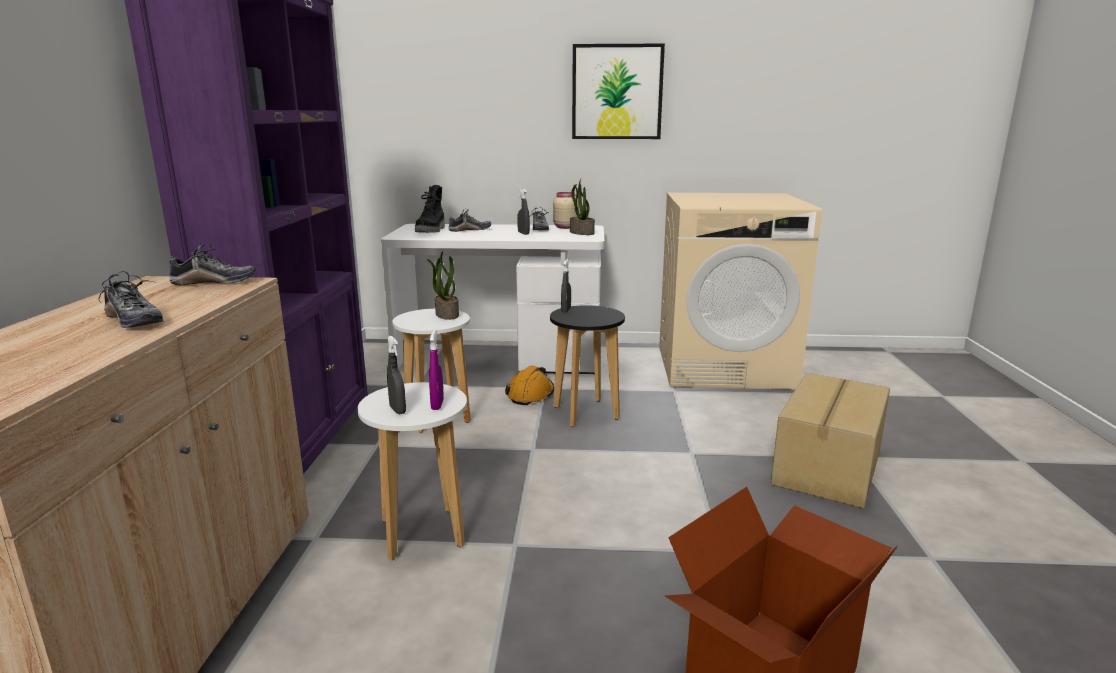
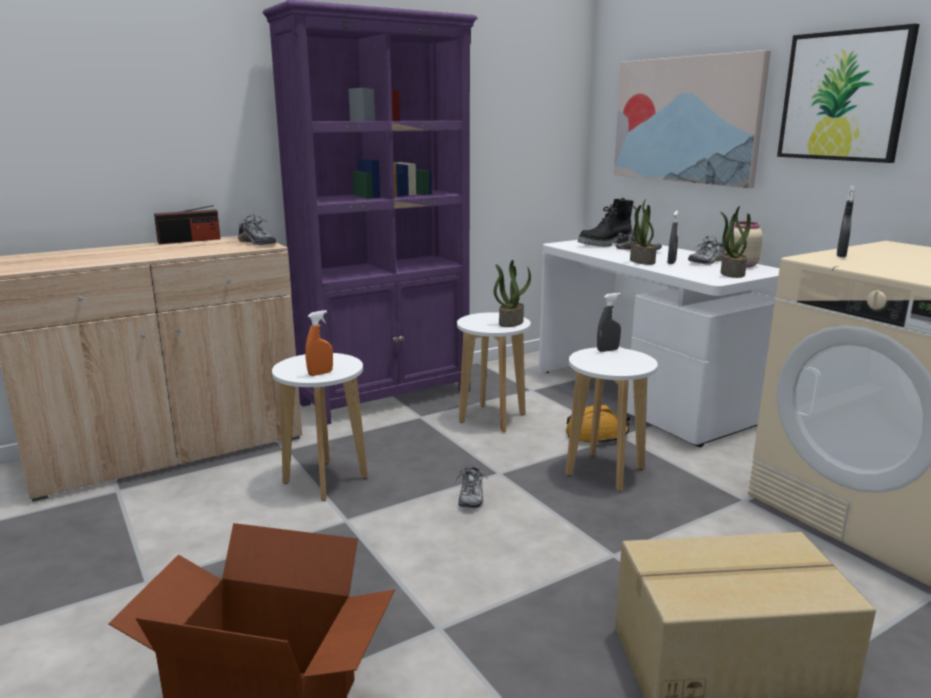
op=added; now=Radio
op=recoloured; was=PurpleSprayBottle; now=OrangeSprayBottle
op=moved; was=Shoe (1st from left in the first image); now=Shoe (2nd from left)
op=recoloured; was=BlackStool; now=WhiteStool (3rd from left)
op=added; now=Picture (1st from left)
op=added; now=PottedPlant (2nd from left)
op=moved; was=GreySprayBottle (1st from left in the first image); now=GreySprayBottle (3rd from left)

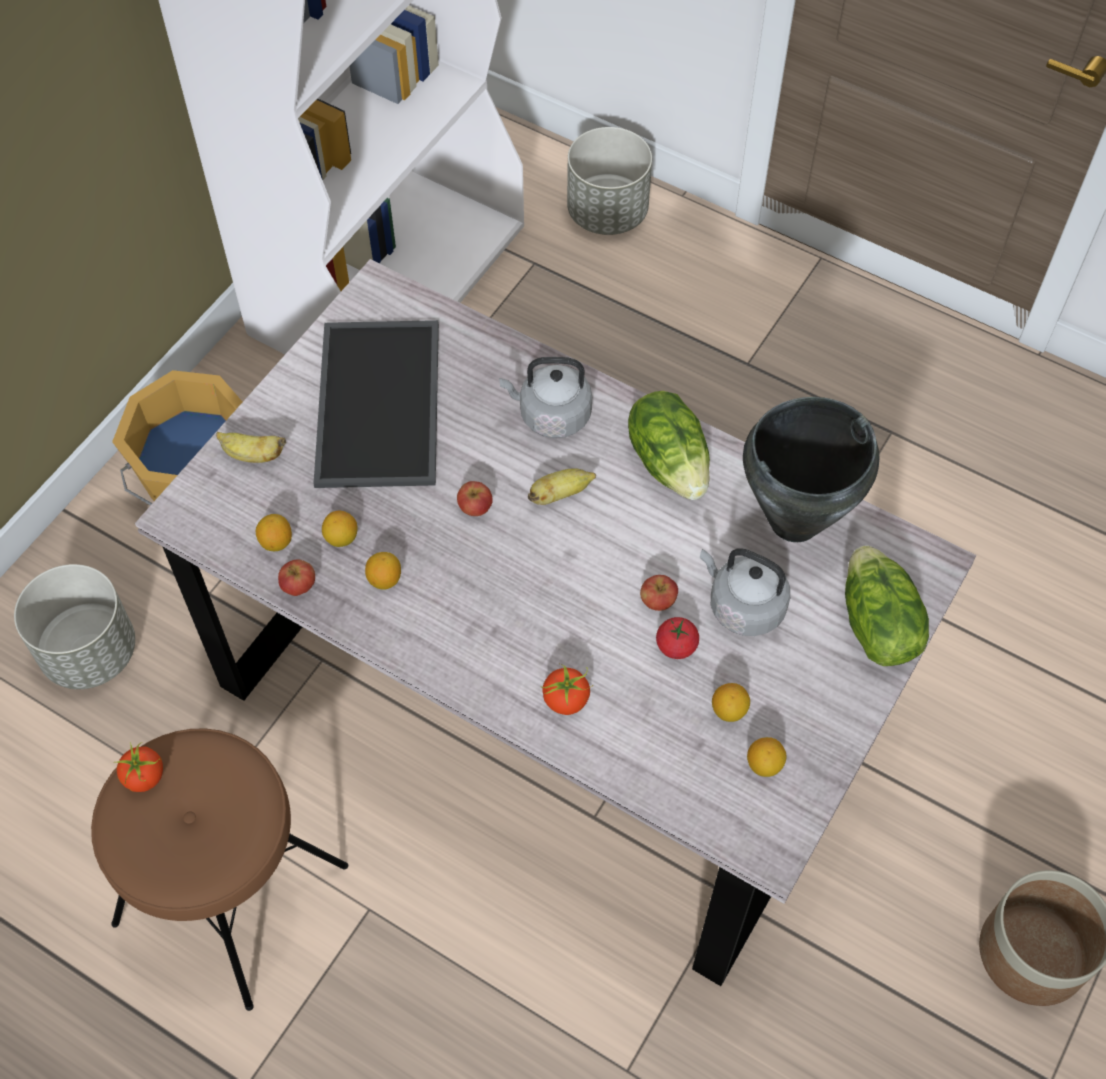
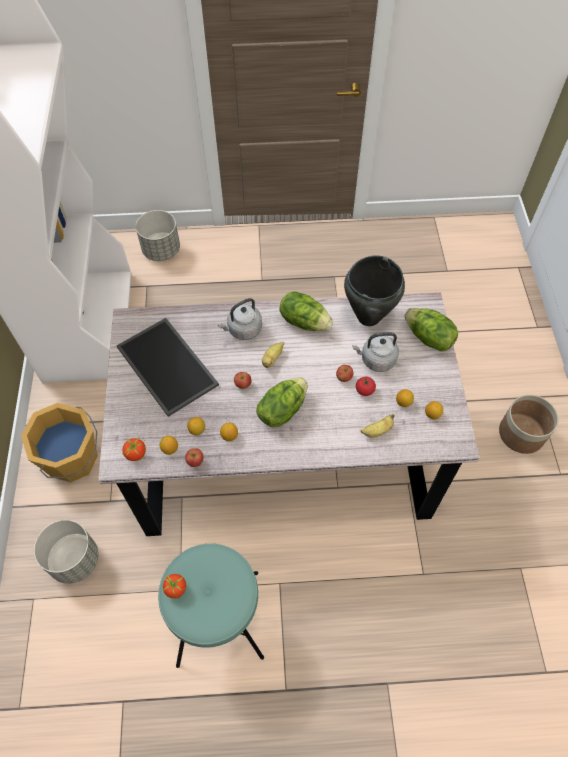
op=moved; was=Tomato (2nd from left in the first image); now=Tomato (1st from left)
op=recoloured; was=BrownStool; now=TurquoiseStool
op=added; now=Lettuce (1st from left)
op=moved; was=Banana (1st from left in the first image); now=Banana (2nd from left)

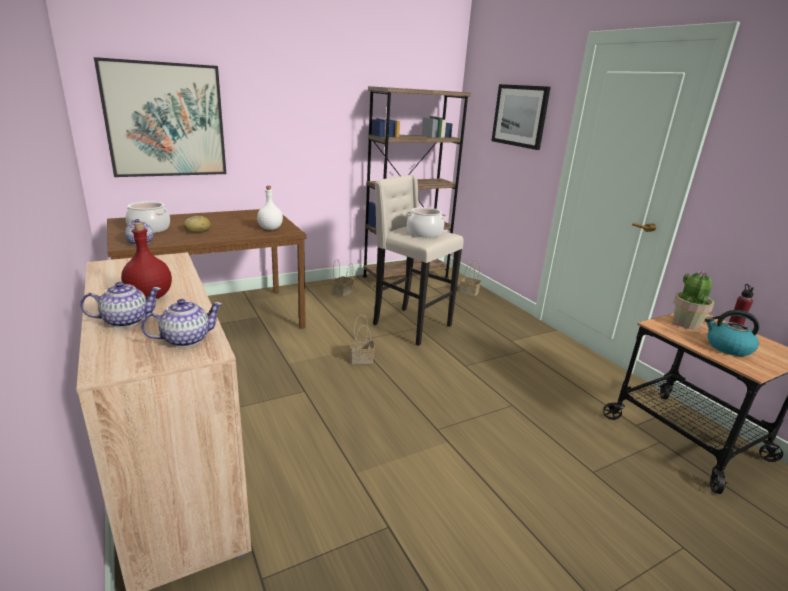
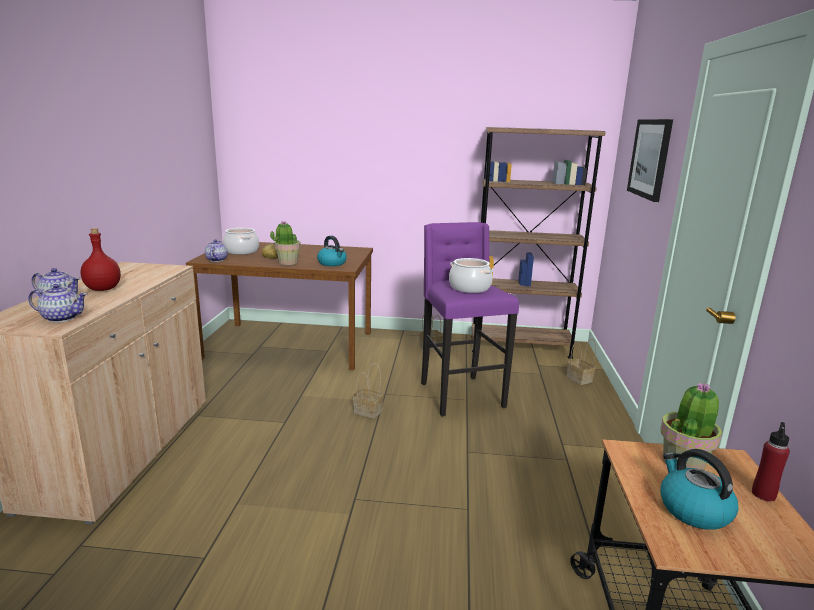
op=added; now=PottedPlant (1st from left)
op=replaced; was=WhiteBottle; now=Kettle (1st from left)
op=recoloured; was=BeigeStool; now=PurpleStool
op=removed; was=Picture (1st from left)

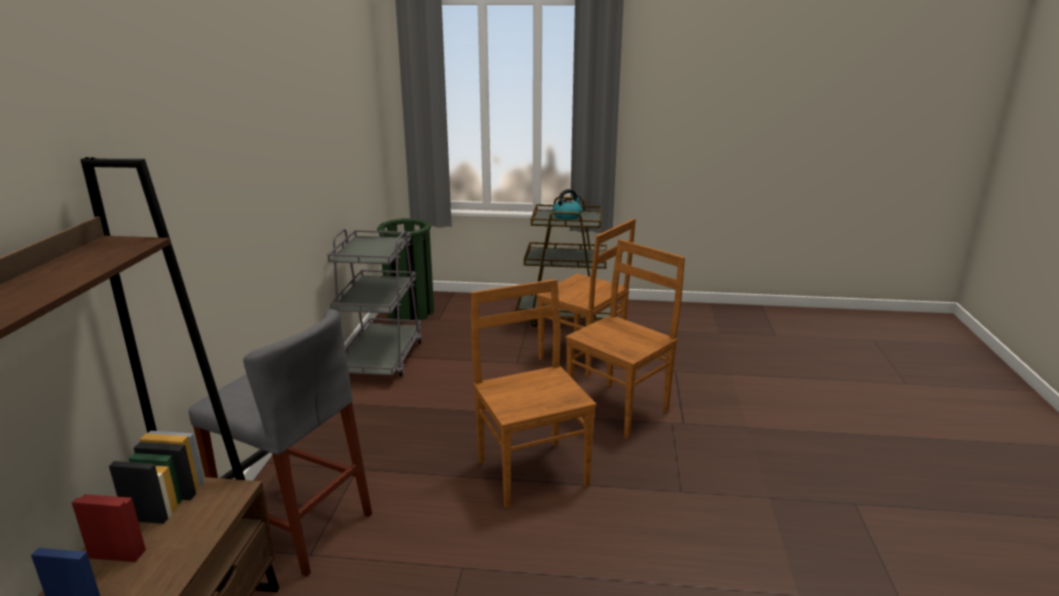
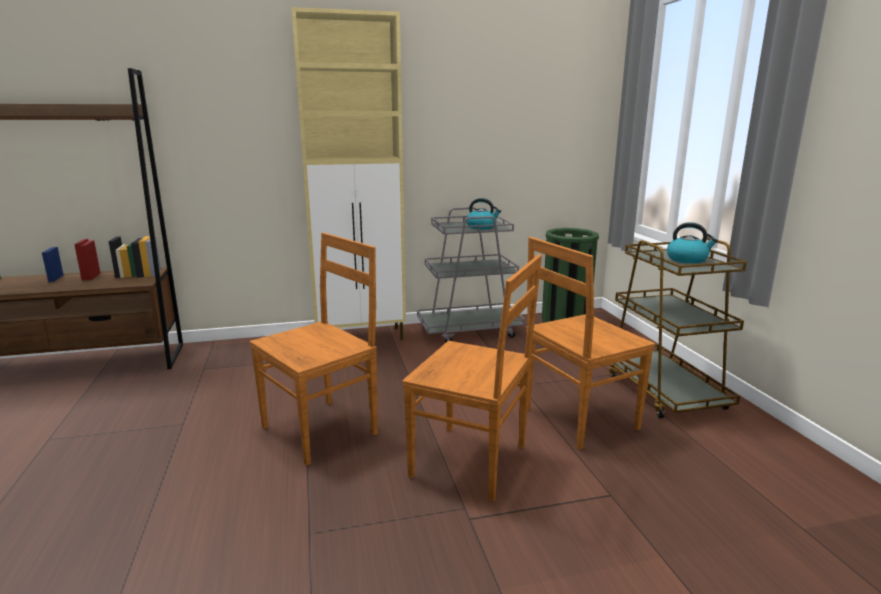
op=added; now=BeigeCabinet
op=added; now=Kettle (1st from left)
op=turned; was=BrownChair (2nd from left in the first image); clockwise=45
op=removed; was=GreyStool

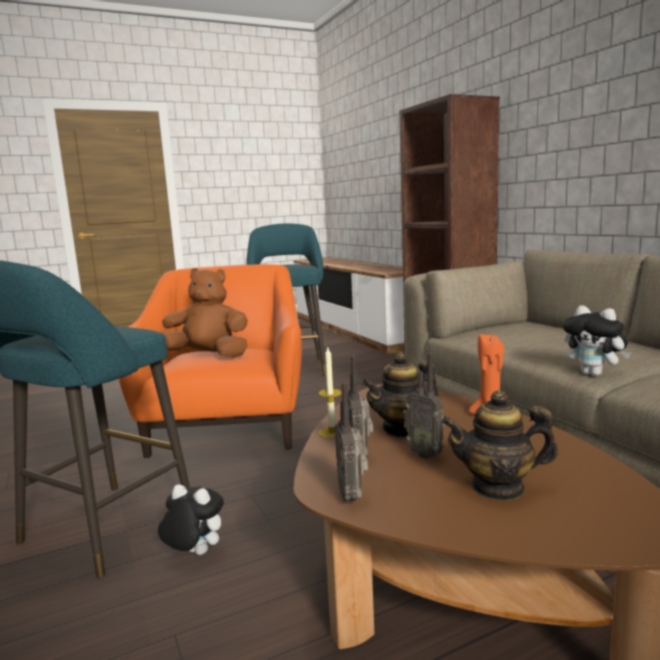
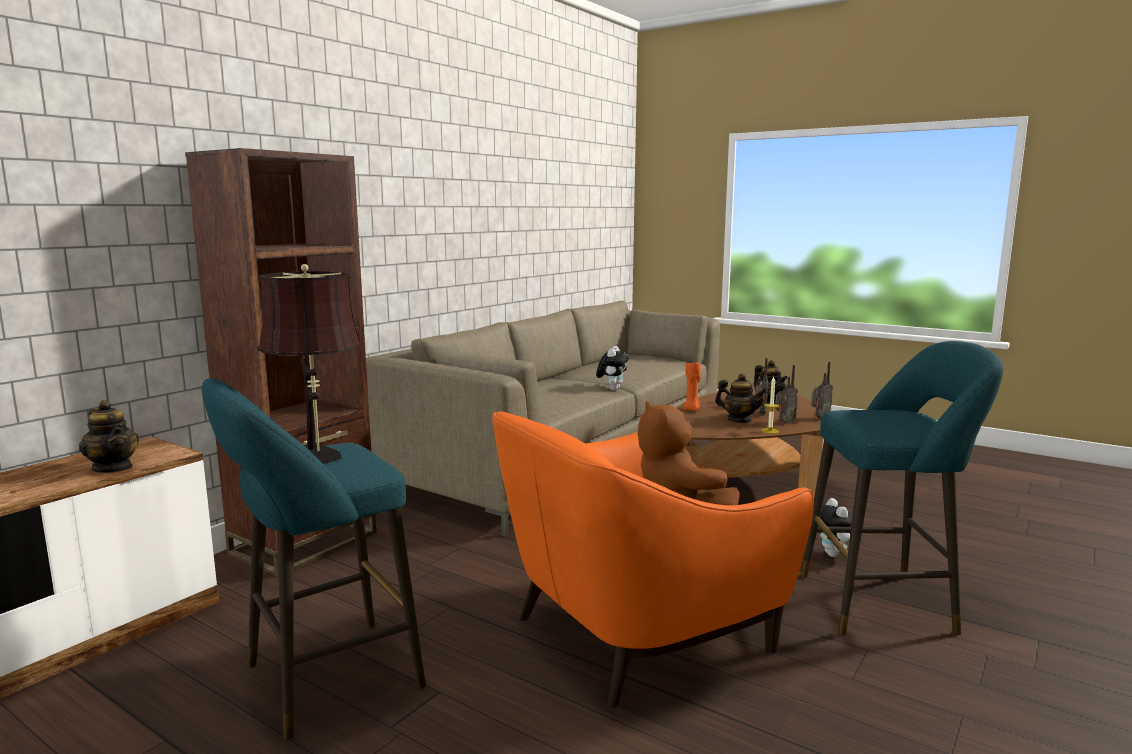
op=added; now=Teapot (1st from left)
op=added; now=BrownTableLamp

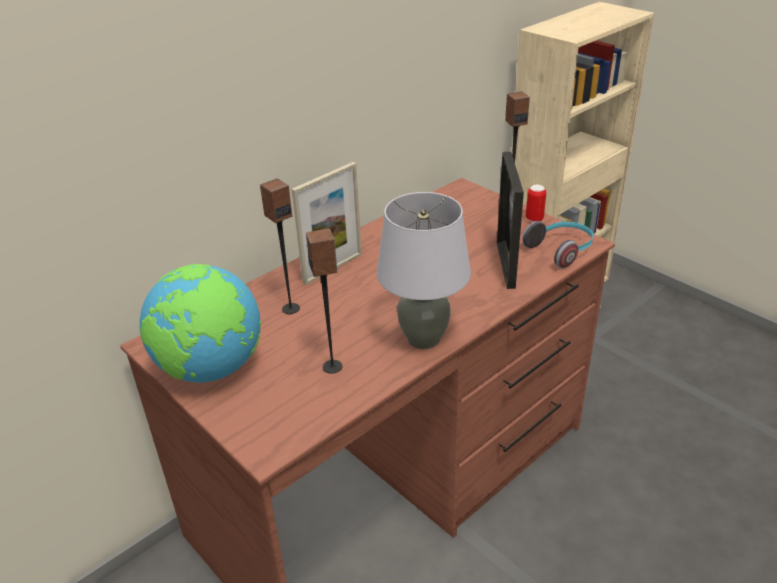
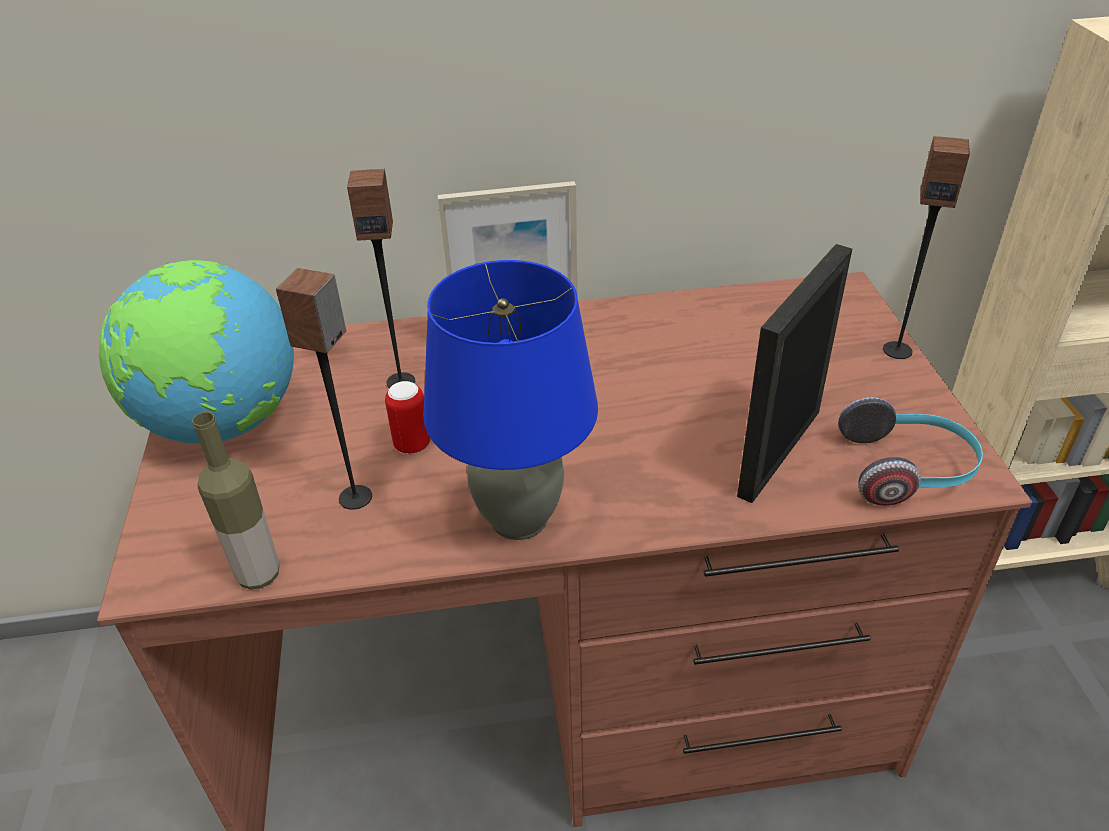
op=added; now=Bottle
op=moved; was=Can
op=recoloured; was=GreyTableLamp; now=BlueTableLamp

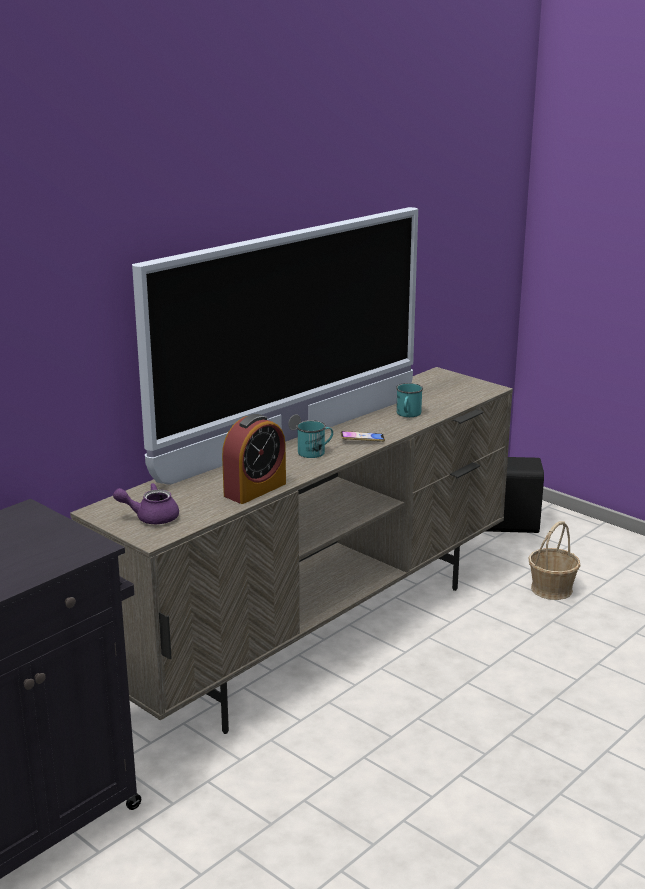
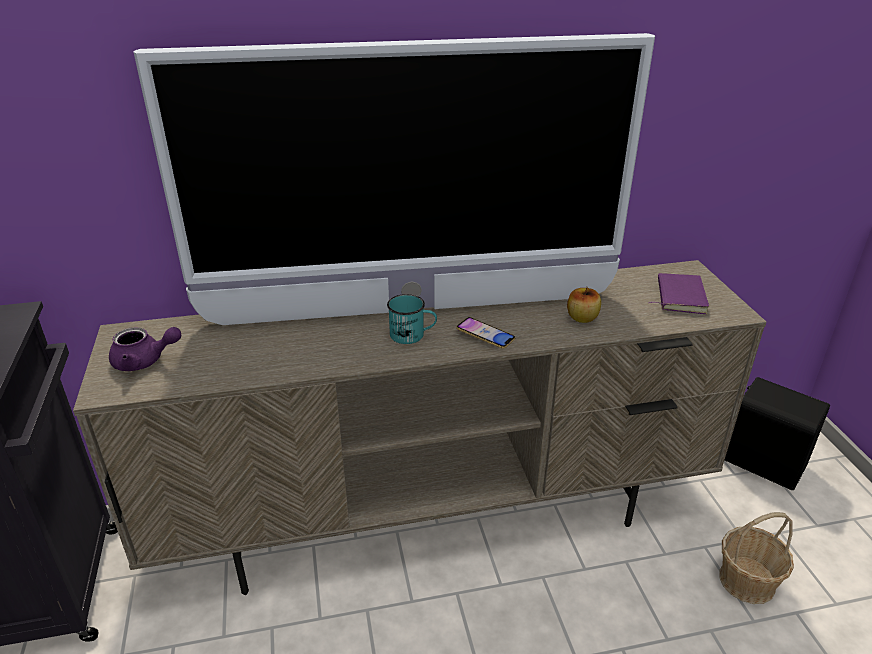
op=turned; was=PurpleTeapot; clockwise=150
op=replaced; was=TurquoiseMug (2nd from left); now=Apple
op=added; now=PurpleBook
op=removed; was=AlarmClock

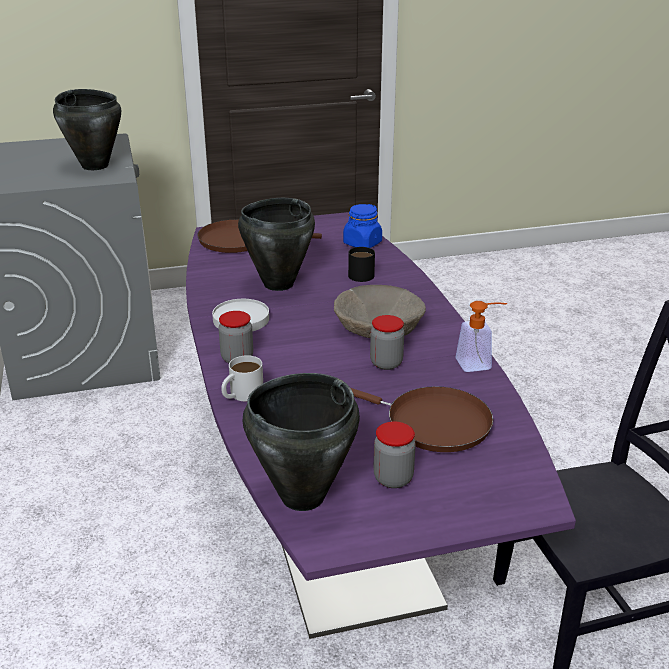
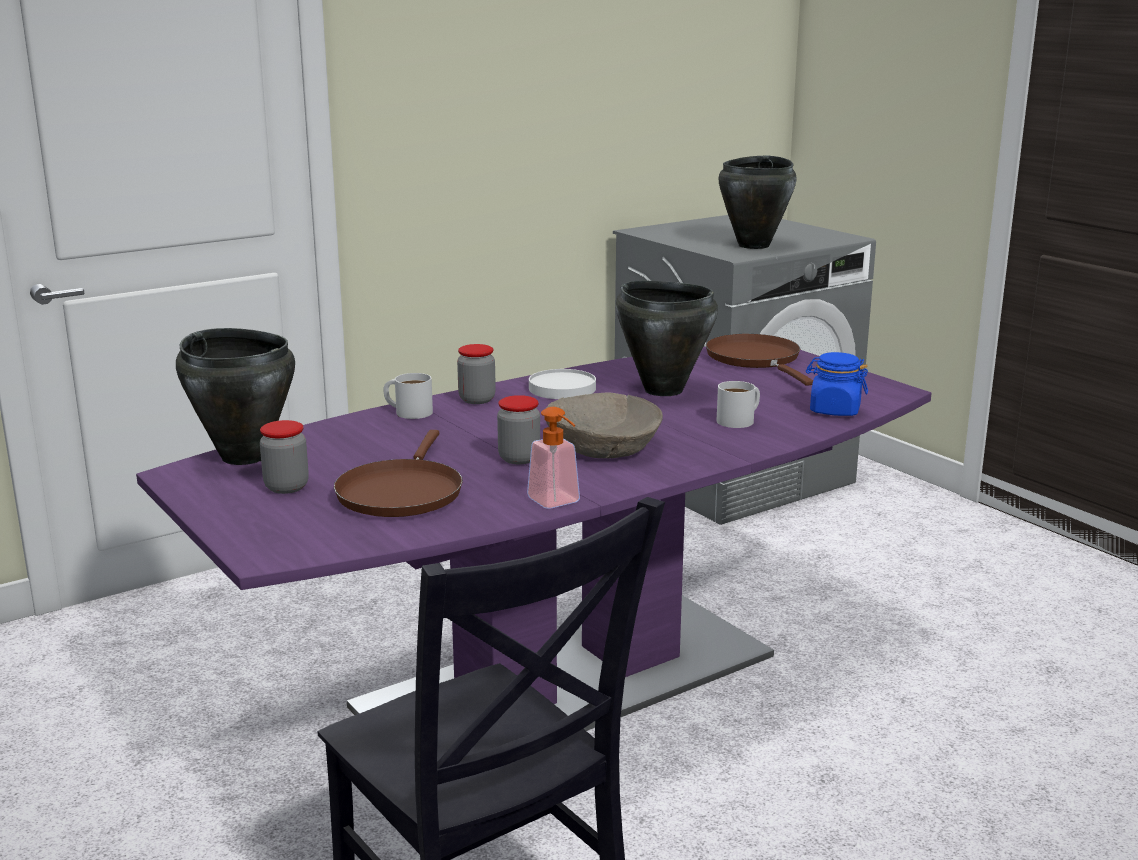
op=recoloured; was=BlackMug; now=WhiteMug (2nd from left)

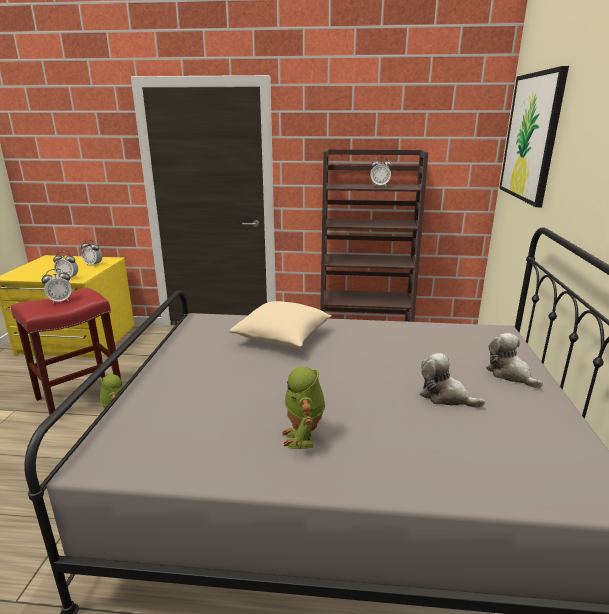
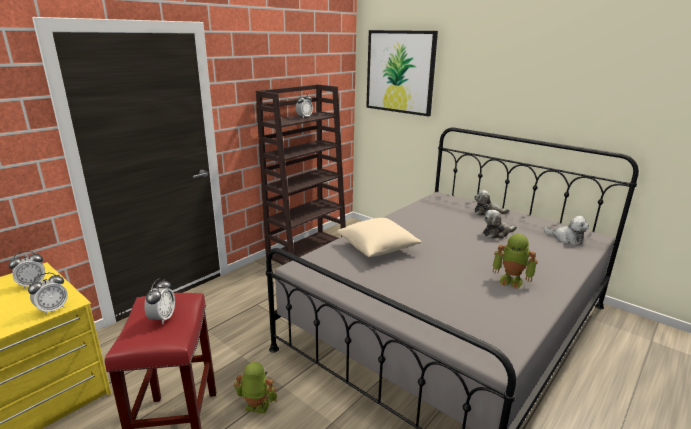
op=added; now=PlushToy (3rd from left)

